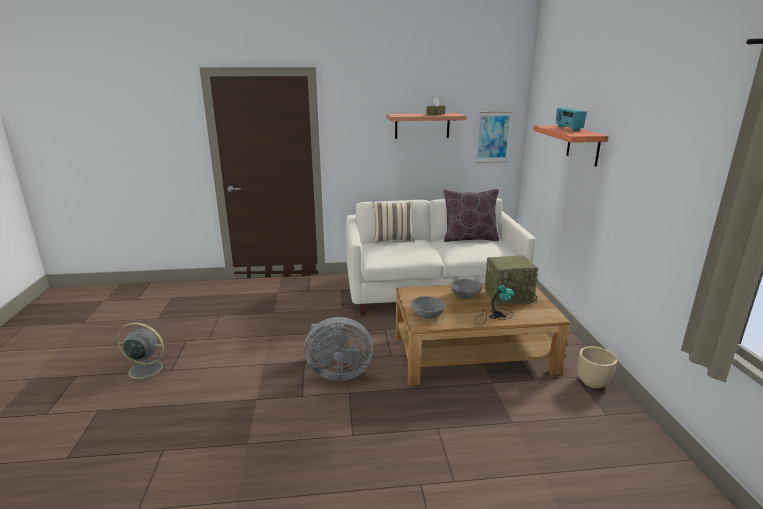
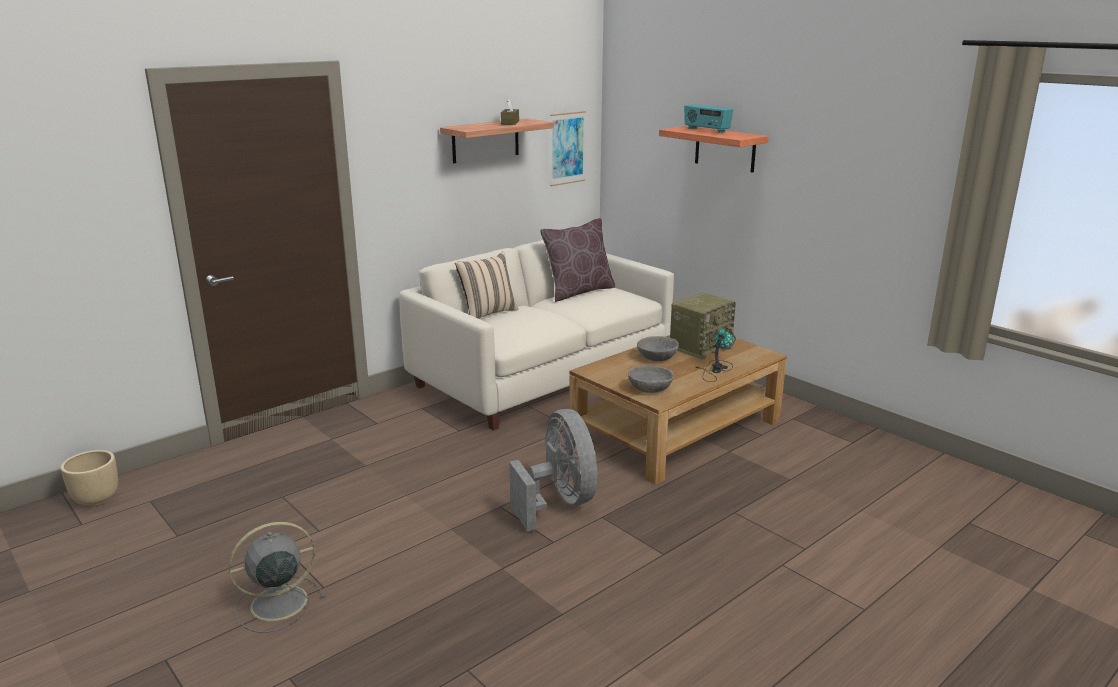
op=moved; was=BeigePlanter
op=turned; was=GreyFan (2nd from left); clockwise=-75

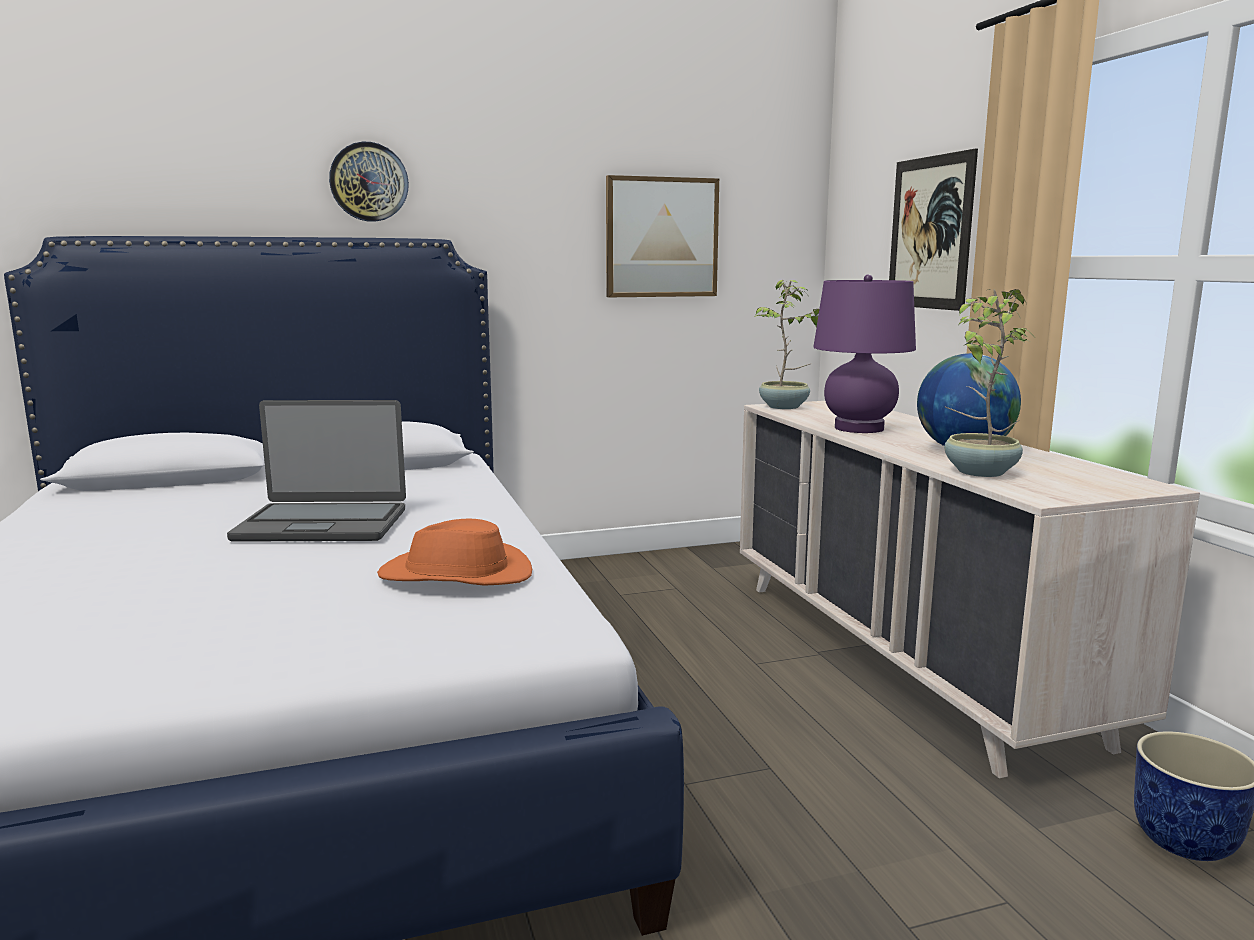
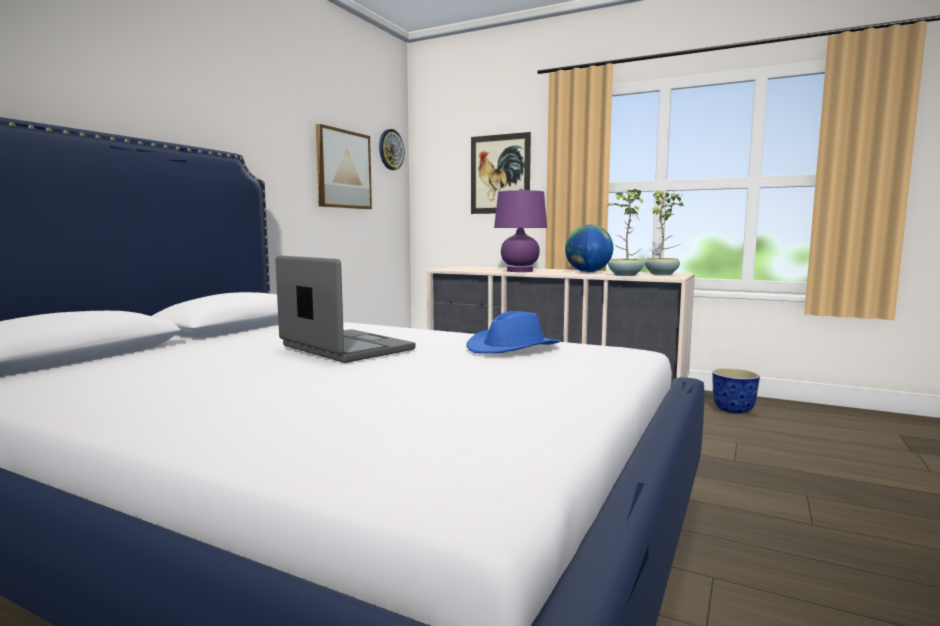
op=turned; was=Laptop; clockwise=-90
op=moved; was=WallClock
op=recoloured; was=OrangeHat; now=BlueHat
op=moved; was=PottedPlant (1st from left in the first image); now=PottedPlant (2nd from left)

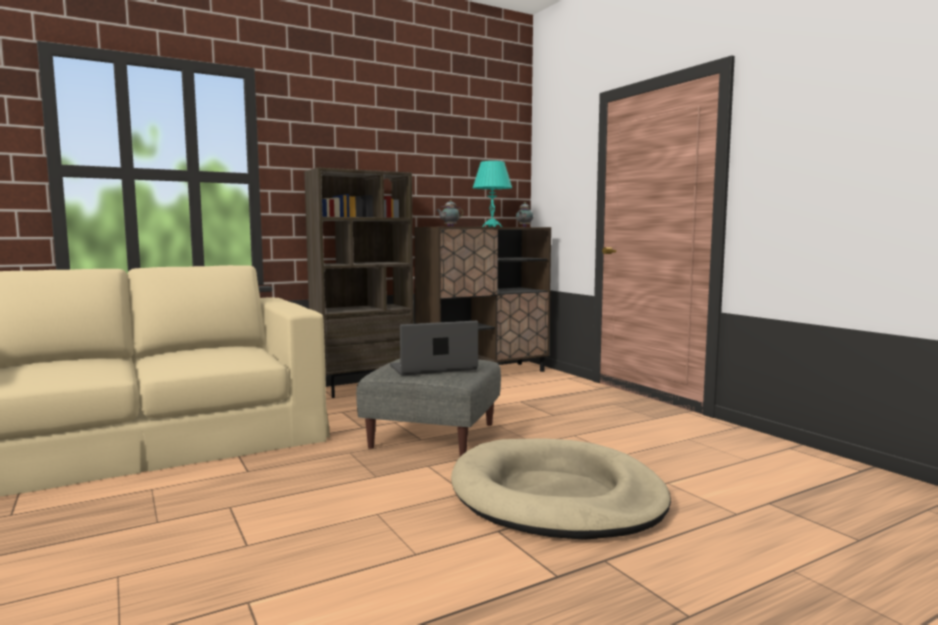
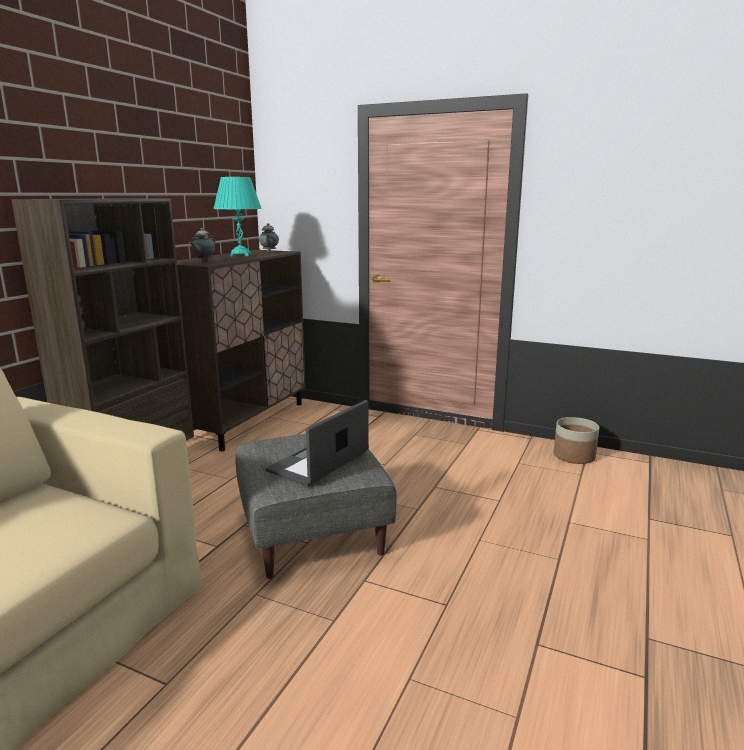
op=added; now=Planter
op=removed; was=BeigeDogBed

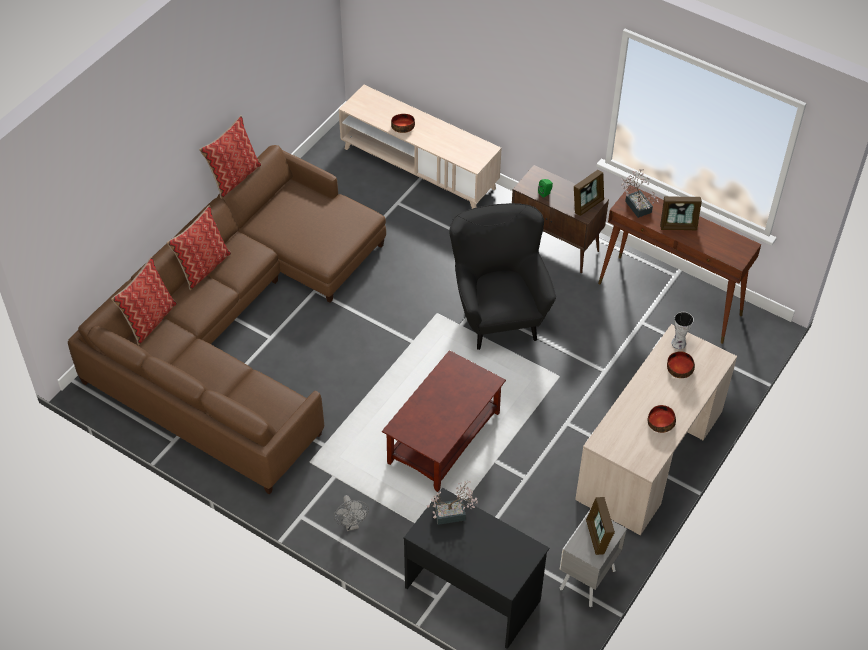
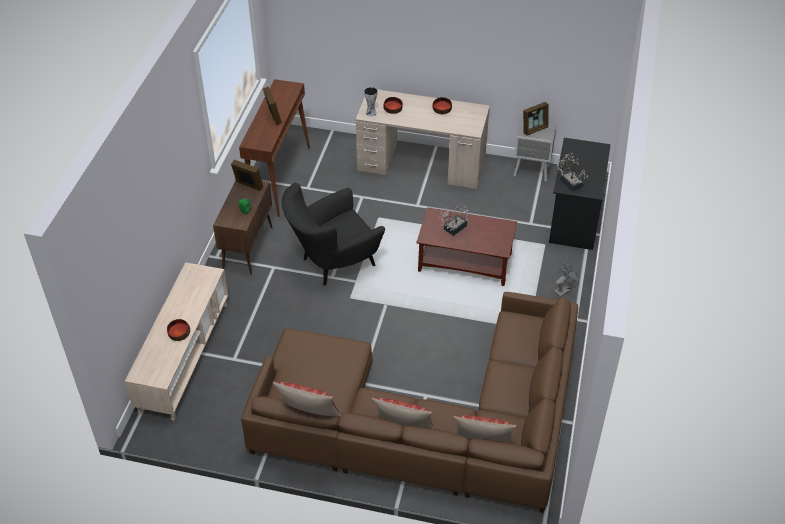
op=moved; was=PottedPlant (2nd from left in the first image); now=PottedPlant (1st from left)

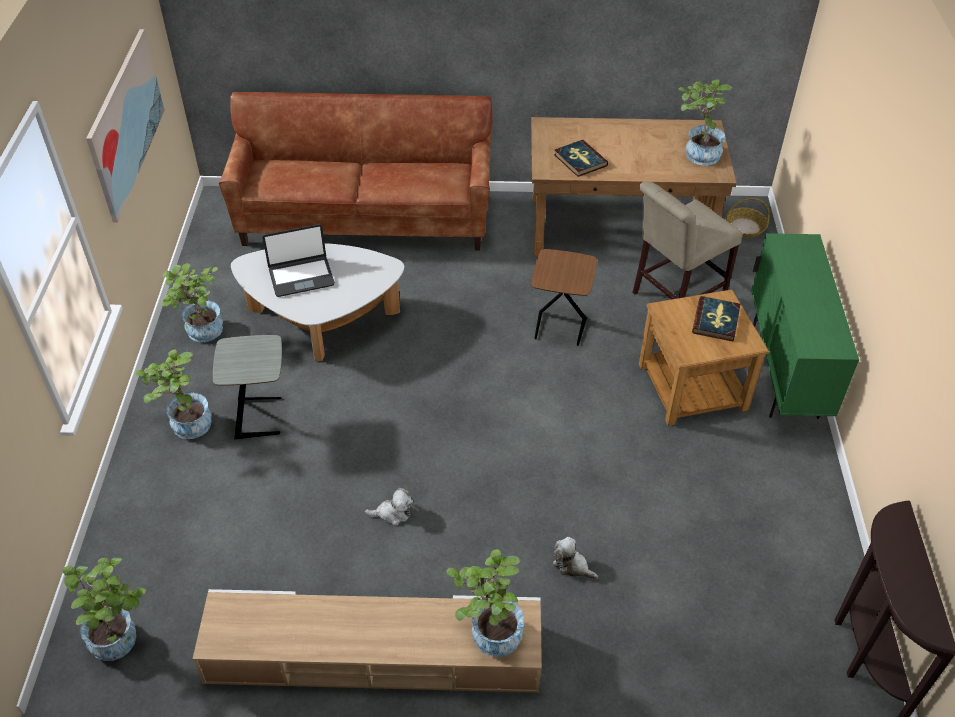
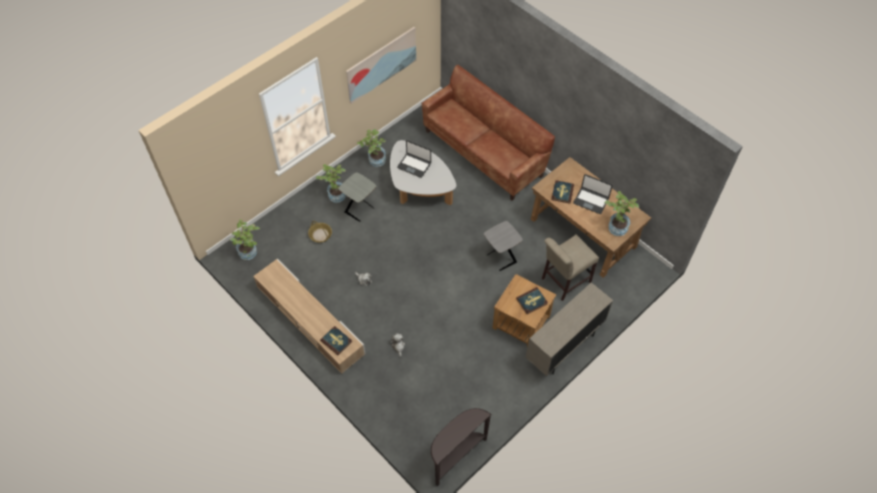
op=moved; was=Basket
op=replaced; was=PottedPlant (4th from left); now=Book (1st from left)
op=recoloured; was=BrownSideTable (1st from left); now=GreySideTable (2nd from left)
op=recoloured; was=GreenCabinet; now=BeigeCabinet
op=turned; was=BeigeChair; clockwise=-45
op=added; now=Laptop (2nd from left)

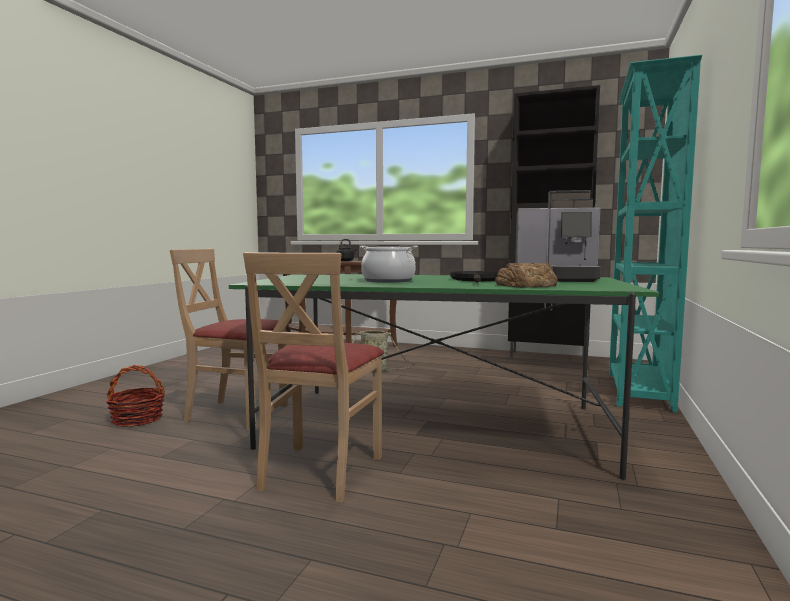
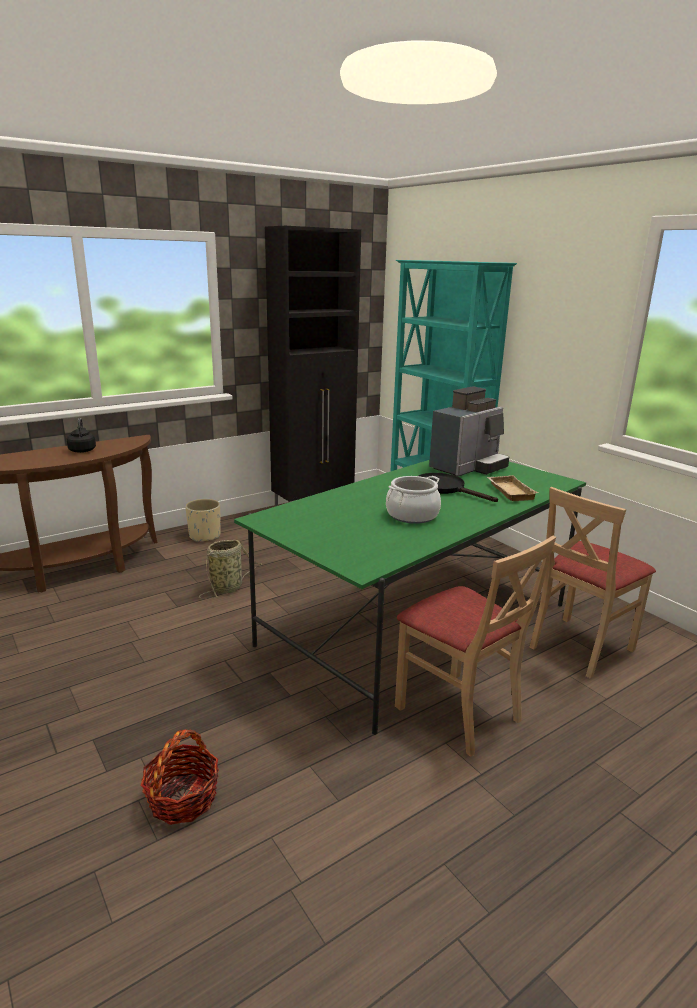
op=added; now=BeigePlanter
op=replaced; was=Bread; now=BeigeTray
op=moved; was=BeigeChair (1st from left in the first image); now=BeigeChair (2nd from left)

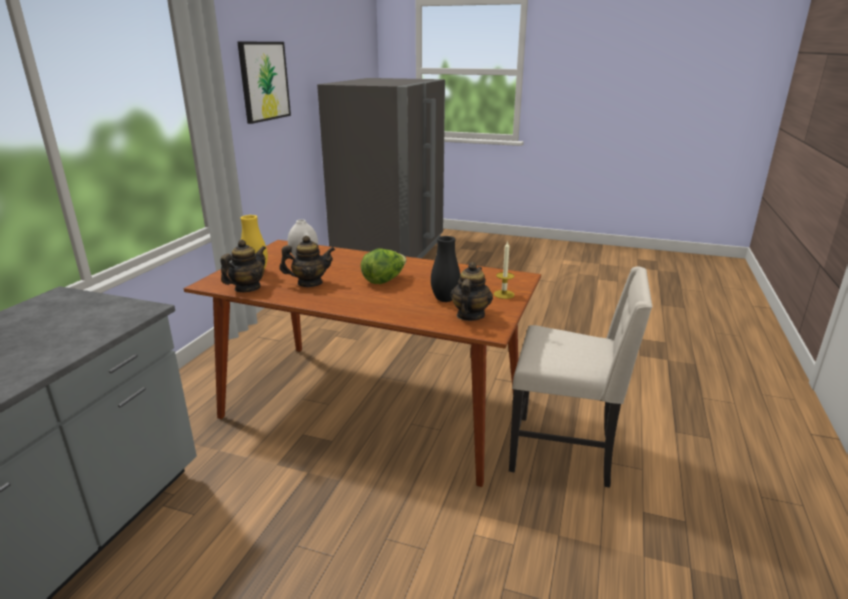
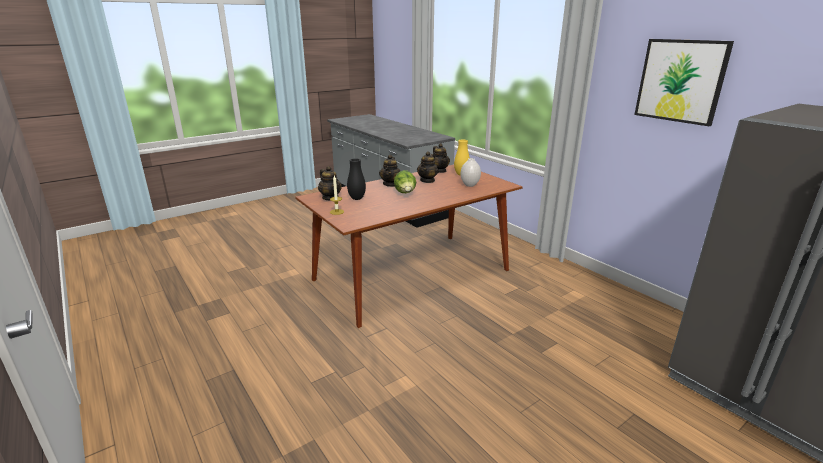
op=added; now=Teapot (2nd from left)
op=removed; was=BeigeChair

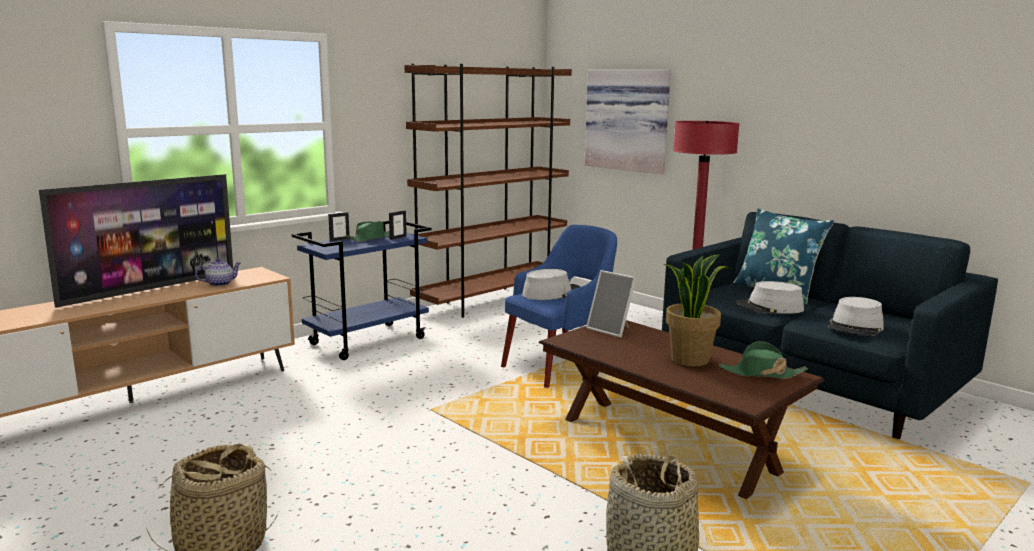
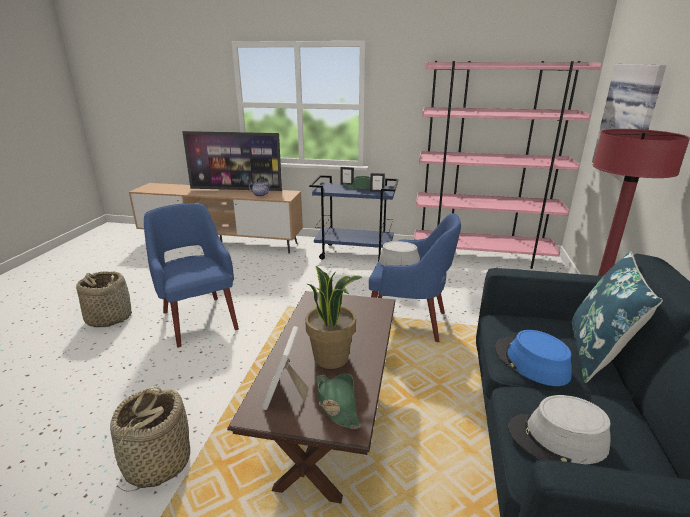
op=added; now=BlueArmchair (1st from left)
op=moved; was=PictureFrame (3rd from left in the first image); now=PictureFrame (1st from left)
op=recoloured; was=BrownBookcase; now=PinkBookcase
op=recoloured; was=GreyHat (2nd from left); now=BlueHat

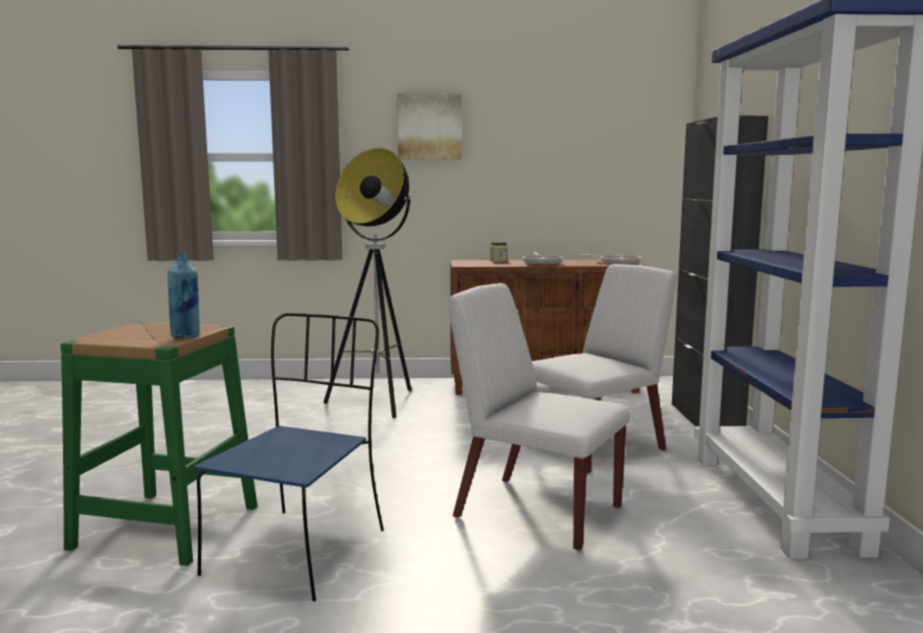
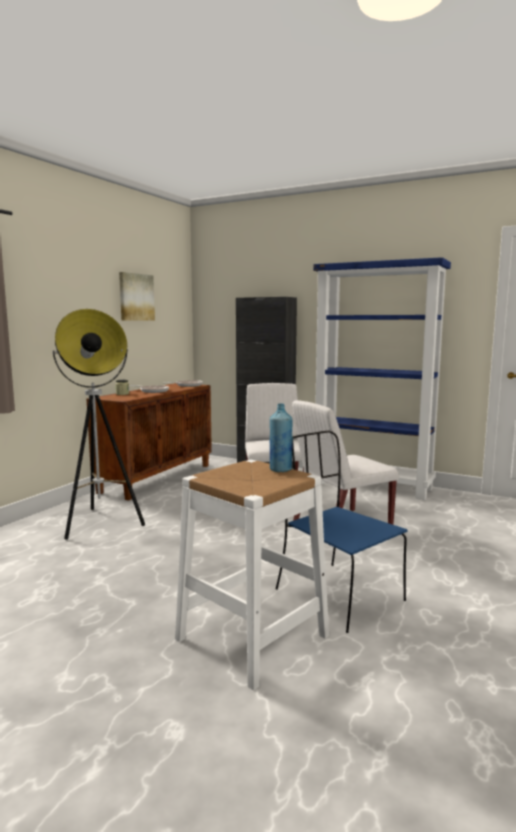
op=moved; was=Picture
op=recoloured; was=GreenStool; now=WhiteStool

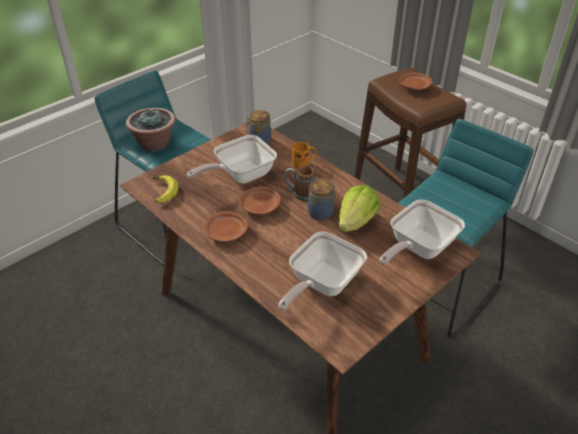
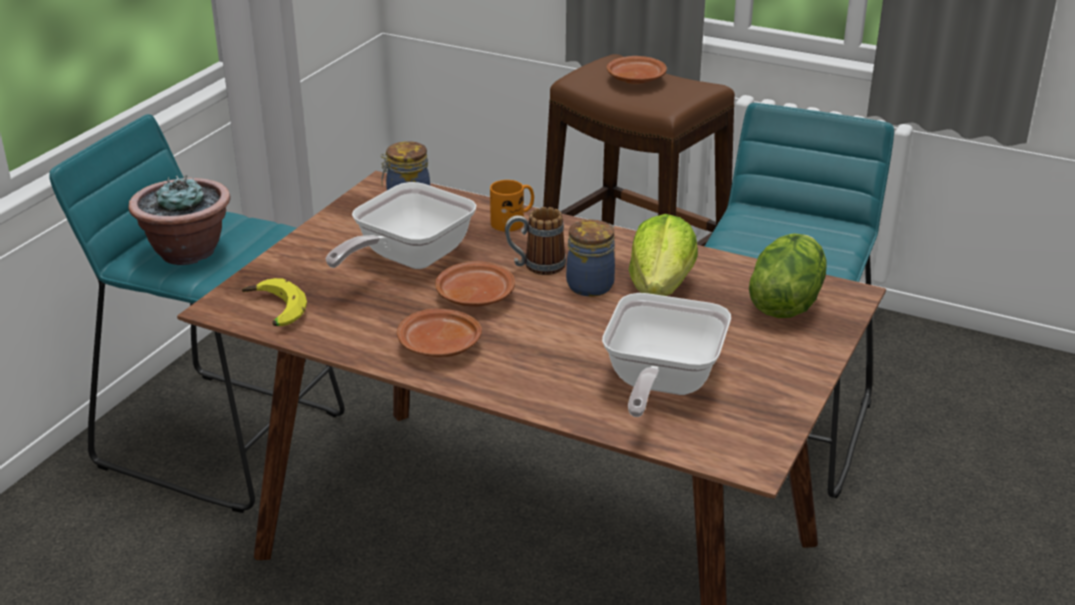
op=replaced; was=FryingPan (3rd from left); now=Lettuce (2nd from left)

